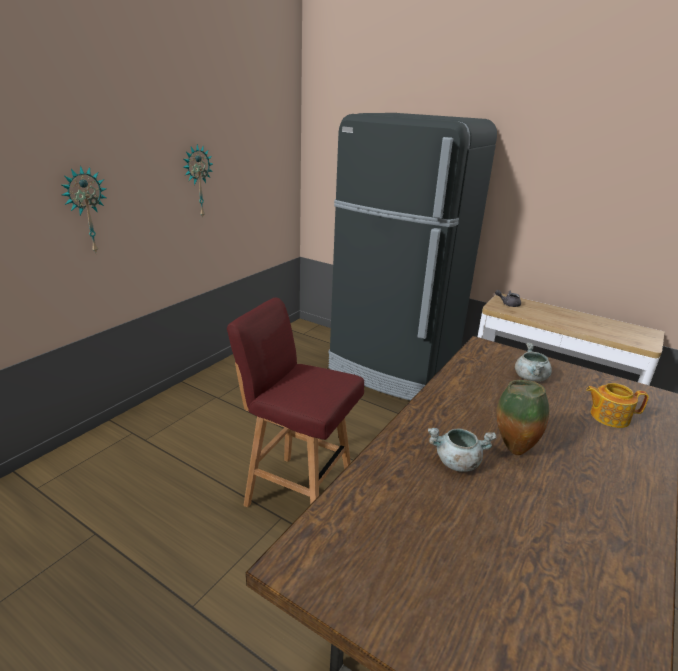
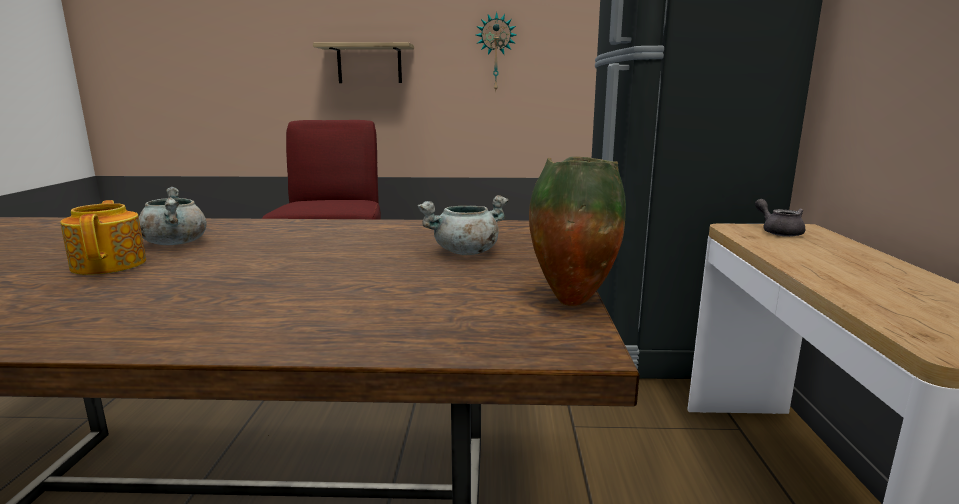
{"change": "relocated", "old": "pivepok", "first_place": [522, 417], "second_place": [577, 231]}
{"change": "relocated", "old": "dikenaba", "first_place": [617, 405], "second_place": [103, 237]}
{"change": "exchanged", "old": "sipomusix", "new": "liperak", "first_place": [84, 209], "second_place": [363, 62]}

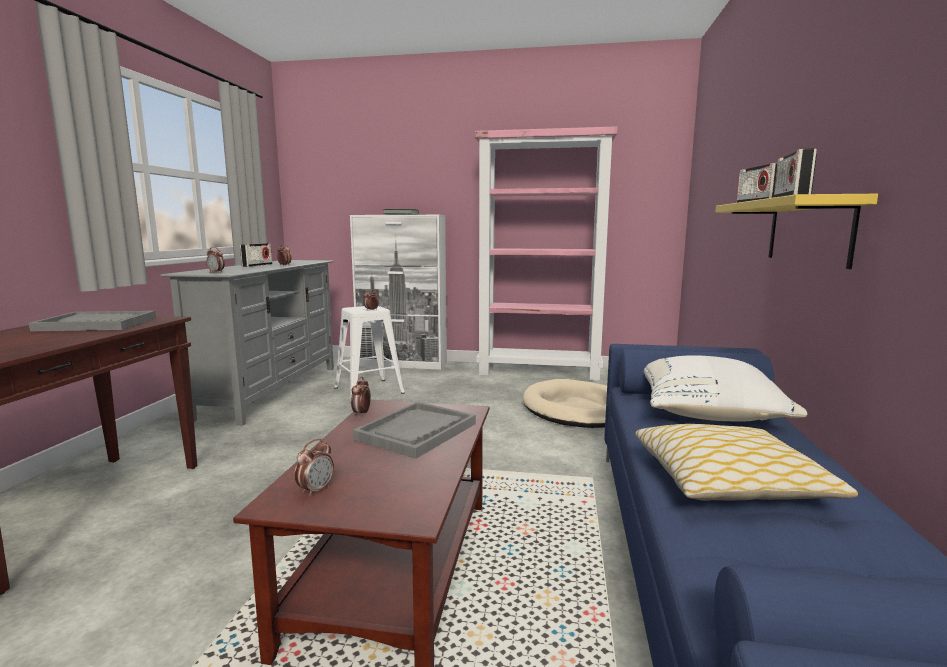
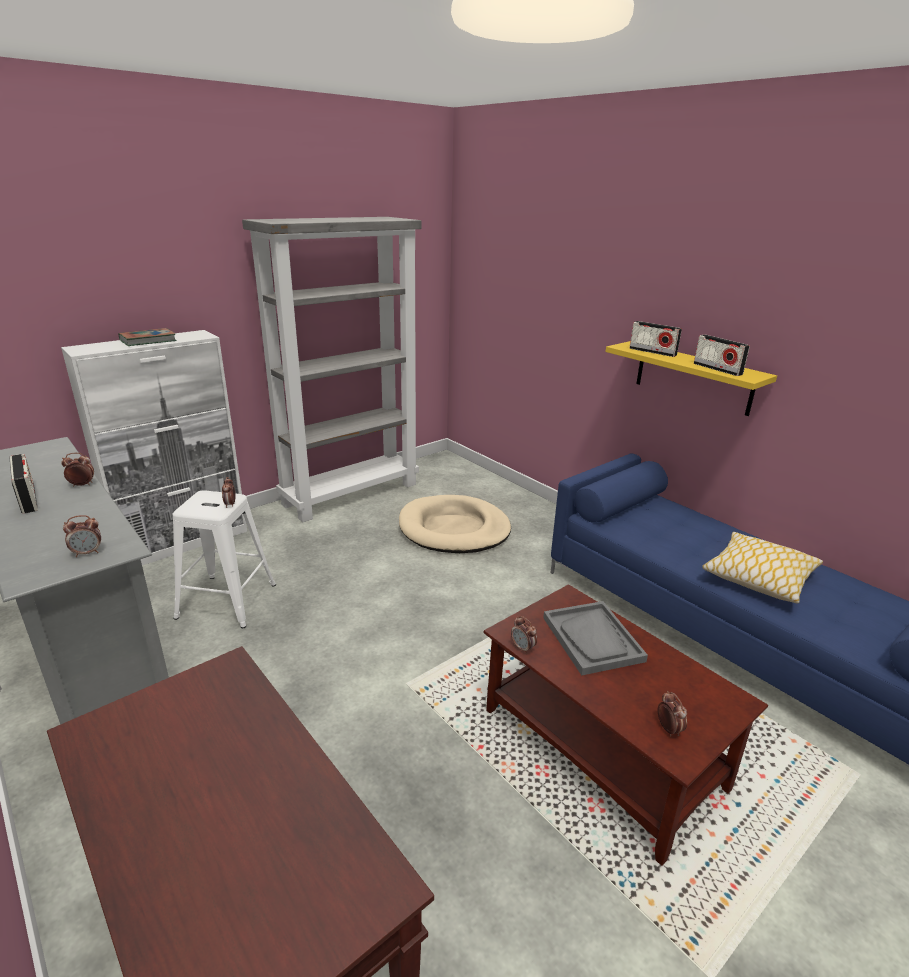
{"change": "missing", "old": "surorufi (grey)", "first_place": [92, 321]}
{"change": "missing", "old": "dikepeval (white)", "first_place": [725, 388]}
{"change": "colour", "old": "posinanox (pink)", "new": "posinanox (grey)", "first_place": [546, 253], "second_place": [332, 369]}

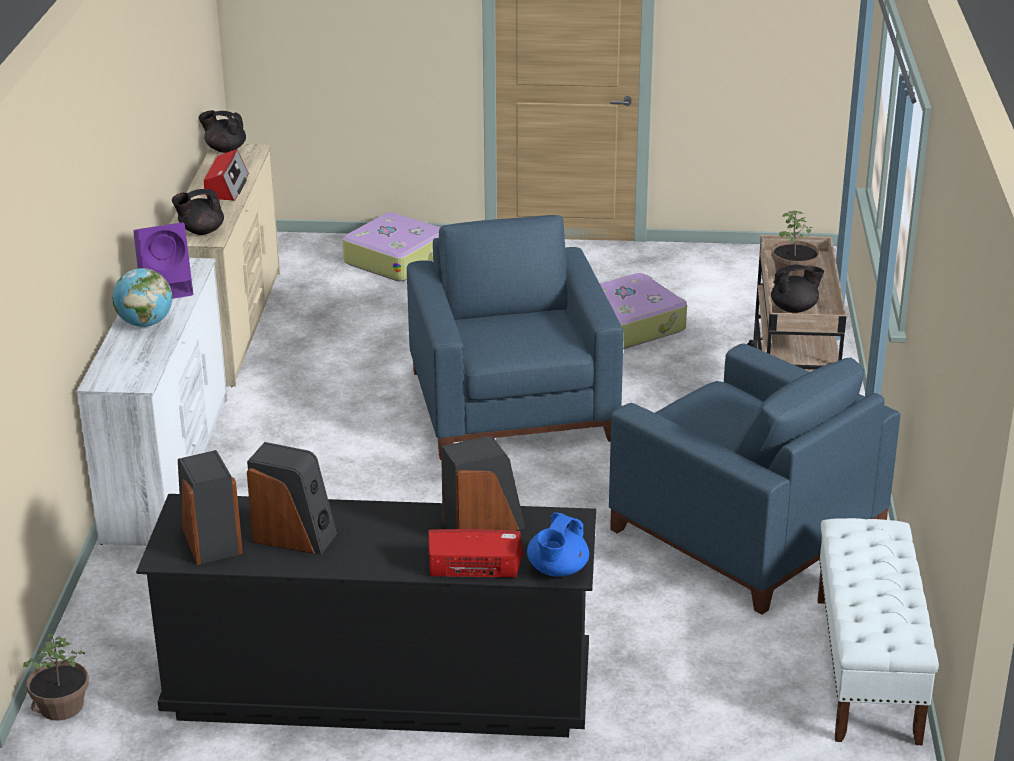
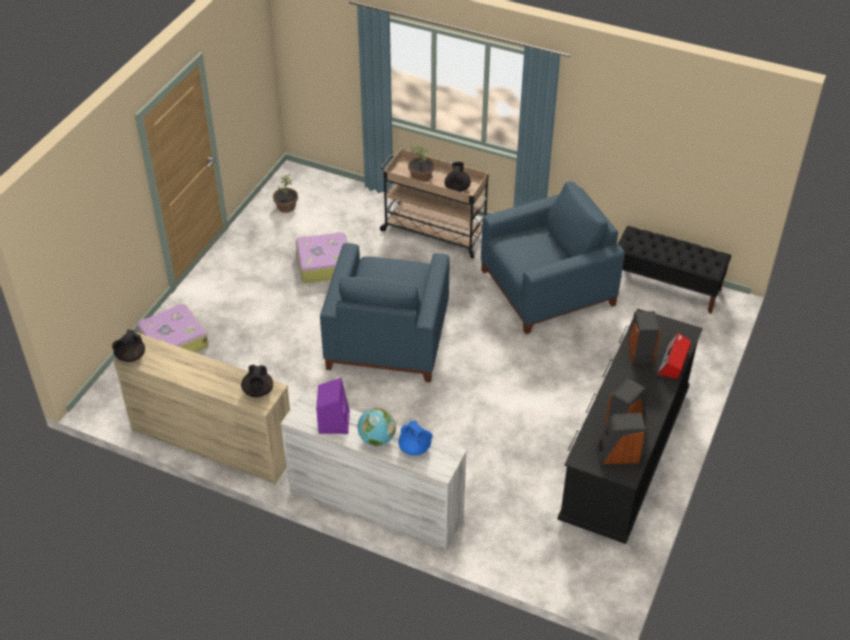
{"change": "missing", "old": "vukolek", "first_place": [226, 175]}
{"change": "relocated", "old": "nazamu", "first_place": [56, 677], "second_place": [285, 194]}
{"change": "relocated", "old": "dikenaba (blue)", "first_place": [558, 544], "second_place": [415, 438]}
{"change": "colour", "old": "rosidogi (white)", "new": "rosidogi (black)", "first_place": [878, 631], "second_place": [674, 270]}
{"change": "spun", "old": "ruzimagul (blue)", "first_place": [515, 337], "second_place": [385, 313], "degrees": -90}

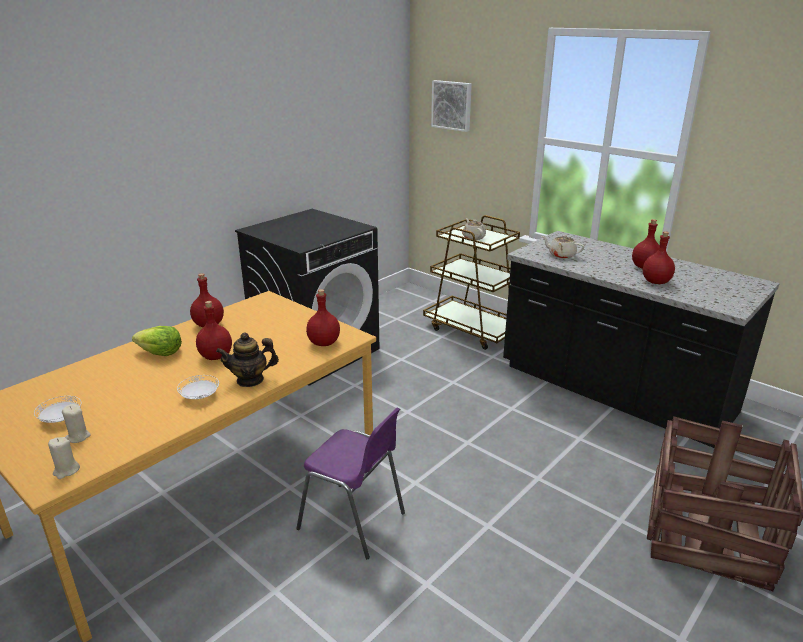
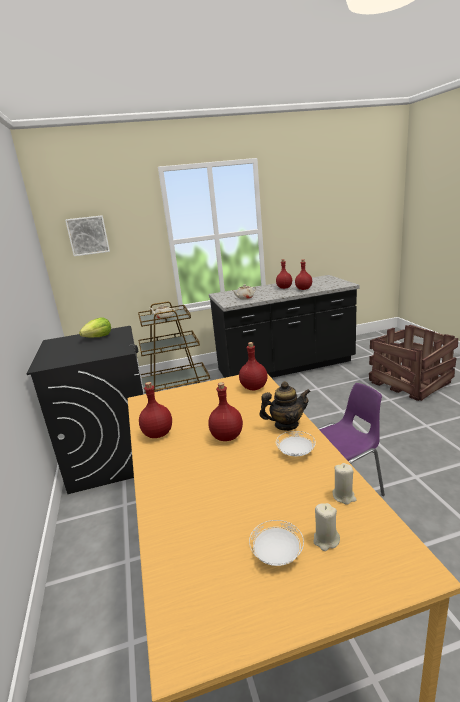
{"change": "relocated", "old": "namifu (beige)", "first_place": [64, 458], "second_place": [345, 484]}
{"change": "relocated", "old": "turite", "first_place": [157, 341], "second_place": [95, 327]}
{"change": "spun", "old": "dikenaba", "first_place": [247, 360], "second_place": [285, 406], "degrees": -120}

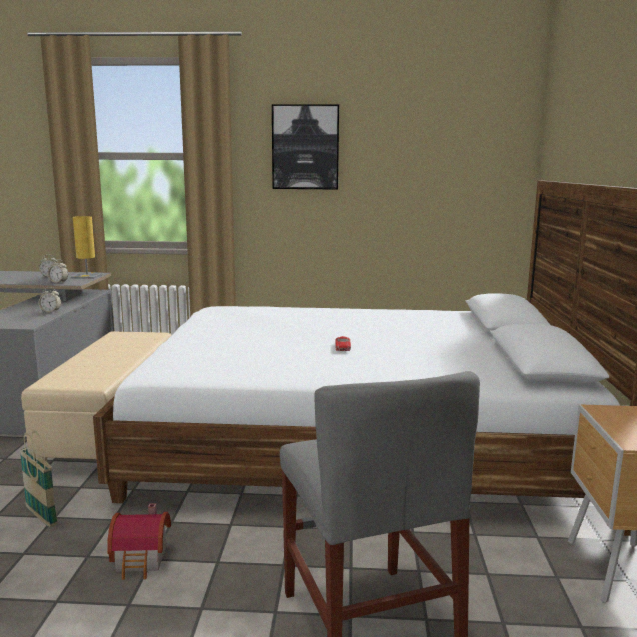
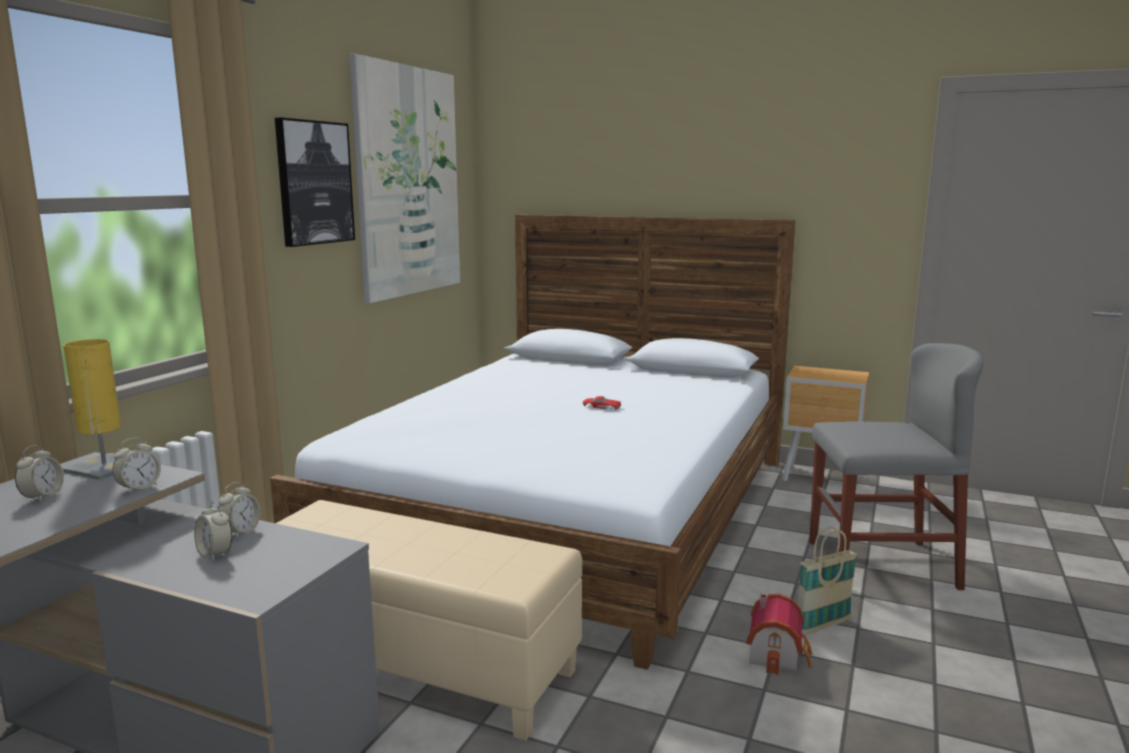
{"change": "appeared", "new": "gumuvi", "second_place": [213, 531]}
{"change": "appeared", "new": "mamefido", "second_place": [404, 178]}
{"change": "relocated", "old": "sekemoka", "first_place": [38, 478], "second_place": [827, 581]}

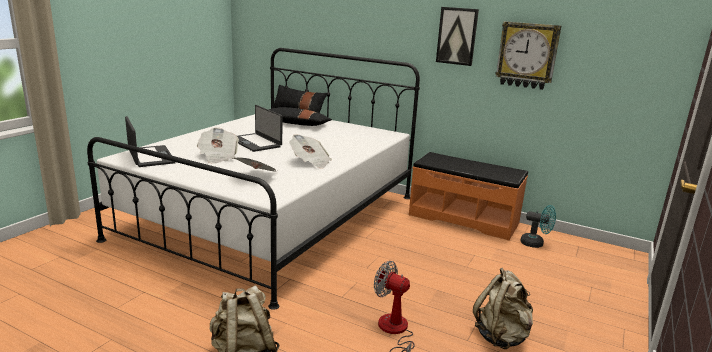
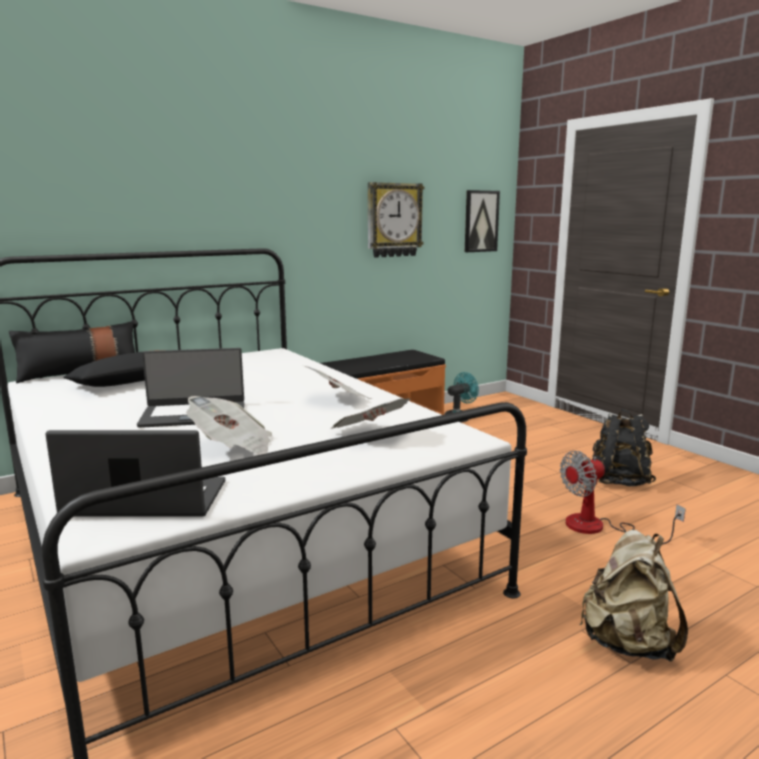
{"change": "relocated", "old": "mamefido", "first_place": [457, 36], "second_place": [482, 221]}
{"change": "colour", "old": "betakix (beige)", "new": "betakix (black)", "first_place": [503, 308], "second_place": [624, 447]}

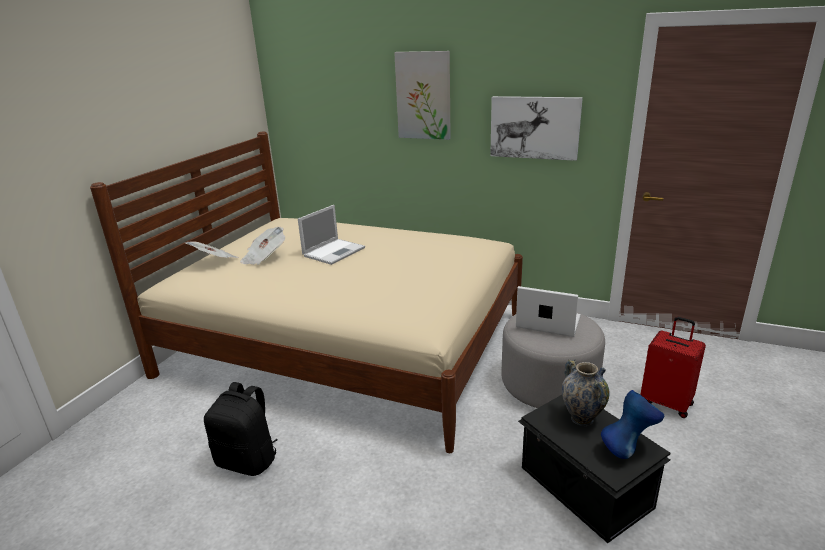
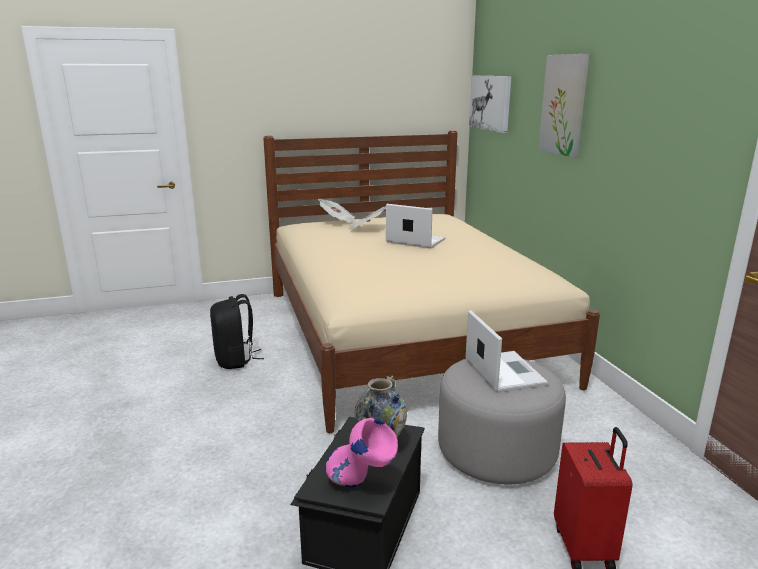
{"change": "relocated", "old": "mamefido", "first_place": [536, 128], "second_place": [490, 104]}
{"change": "colour", "old": "pivepok (blue)", "new": "pivepok (pink)", "first_place": [632, 424], "second_place": [362, 452]}
{"change": "spun", "old": "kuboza", "first_place": [331, 235], "second_place": [415, 226], "degrees": -150}

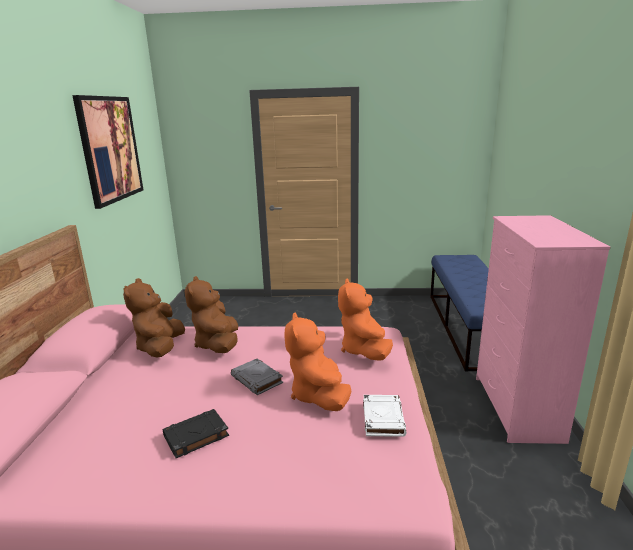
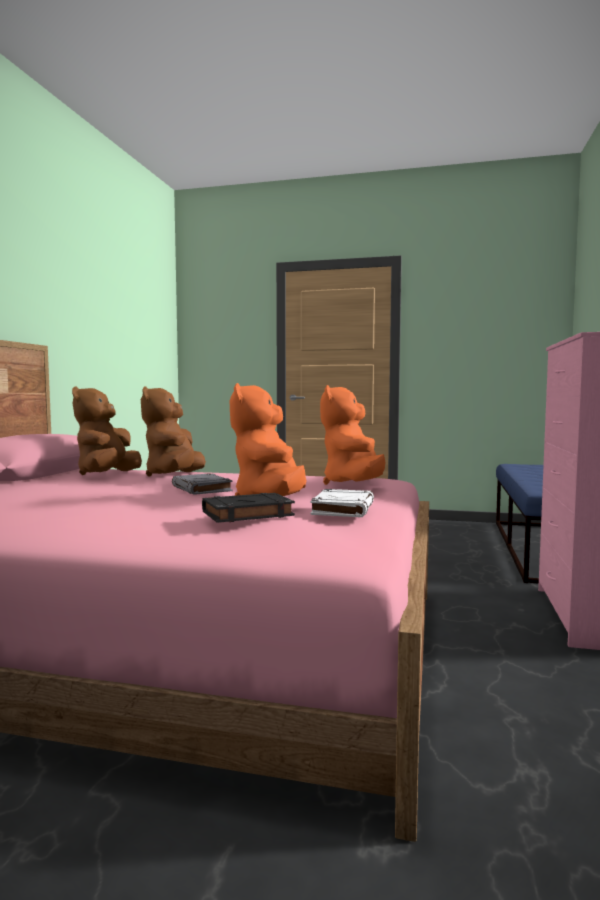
{"change": "missing", "old": "mamefido", "first_place": [107, 152]}
{"change": "relocated", "old": "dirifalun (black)", "first_place": [196, 433], "second_place": [248, 508]}

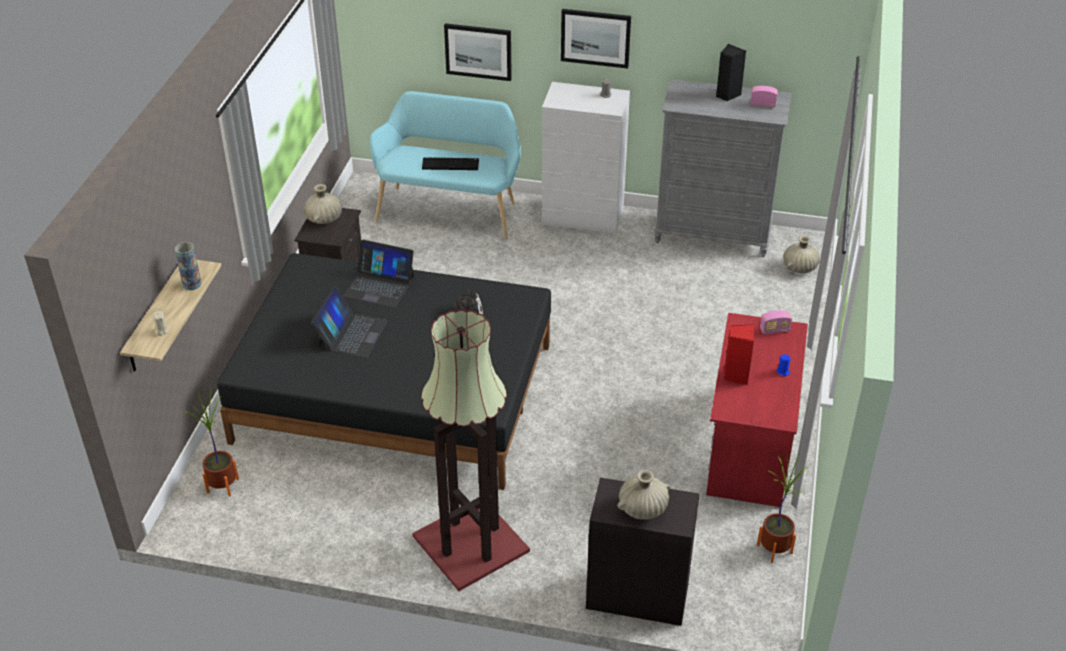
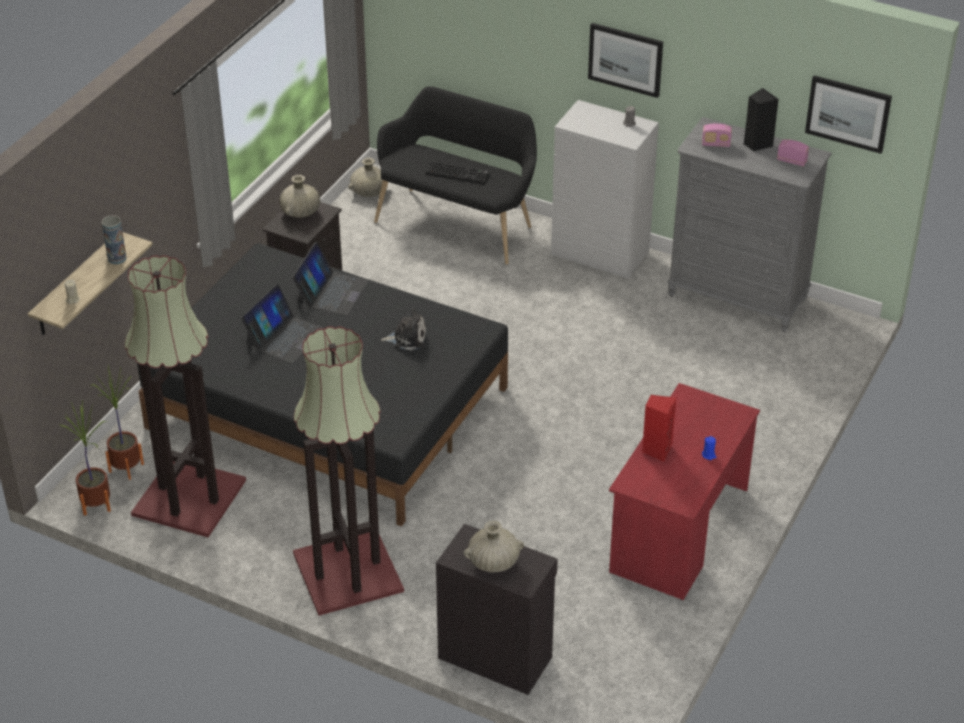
{"change": "appeared", "new": "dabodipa", "second_place": [185, 396]}
{"change": "relocated", "old": "mamefido", "first_place": [478, 52], "second_place": [848, 114]}
{"change": "relocated", "old": "nazamu", "first_place": [782, 507], "second_place": [85, 458]}
{"change": "relocated", "old": "vukolek", "first_place": [776, 322], "second_place": [717, 135]}
{"change": "relocated", "old": "pivepok (beige)", "first_place": [801, 254], "second_place": [365, 177]}
{"change": "colour", "old": "rosidogi (turquoise)", "new": "rosidogi (black)", "first_place": [445, 165], "second_place": [455, 175]}
{"change": "spun", "old": "kuboza", "first_place": [378, 274], "second_place": [330, 279], "degrees": -105}

